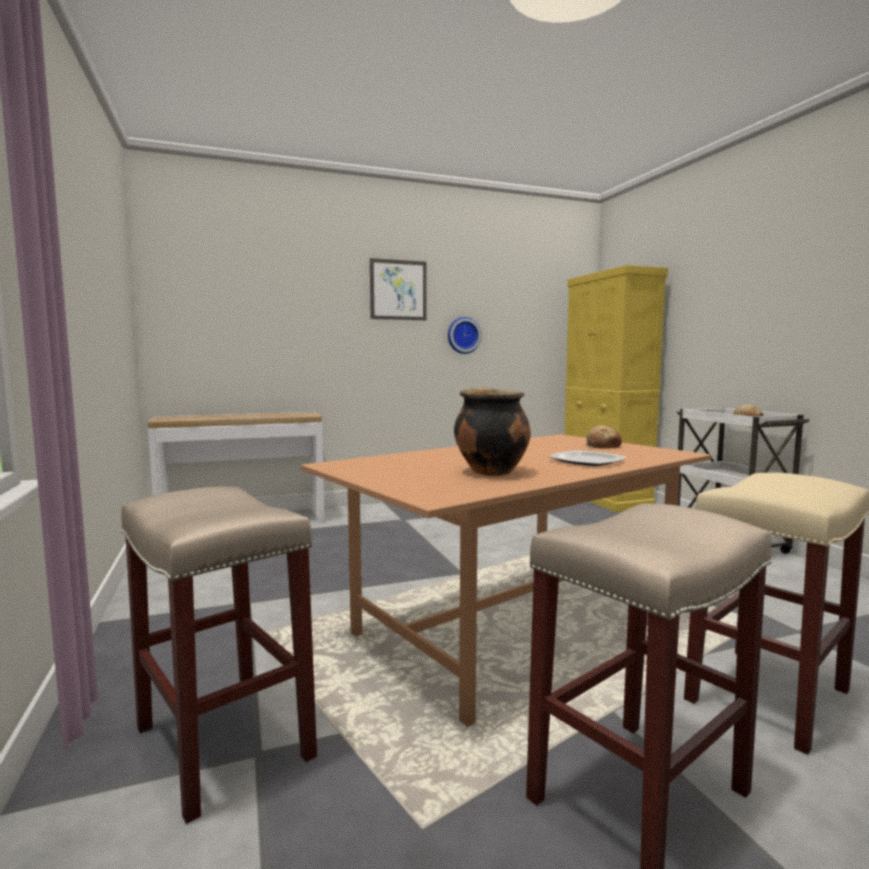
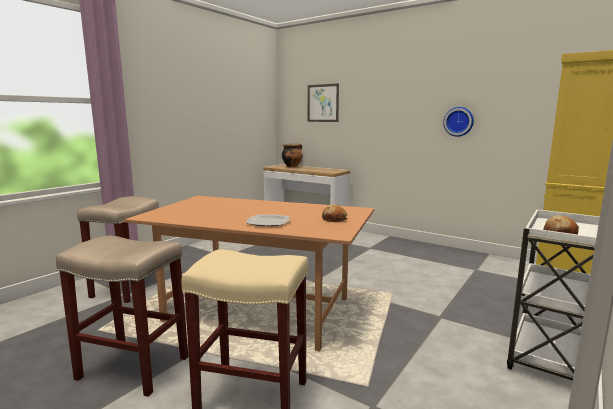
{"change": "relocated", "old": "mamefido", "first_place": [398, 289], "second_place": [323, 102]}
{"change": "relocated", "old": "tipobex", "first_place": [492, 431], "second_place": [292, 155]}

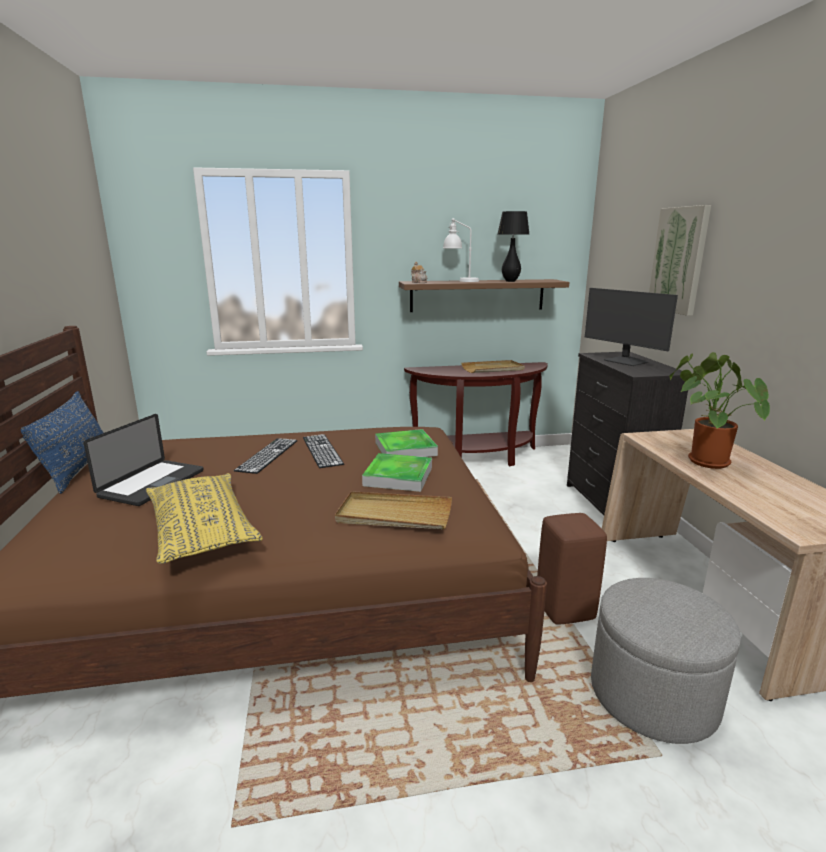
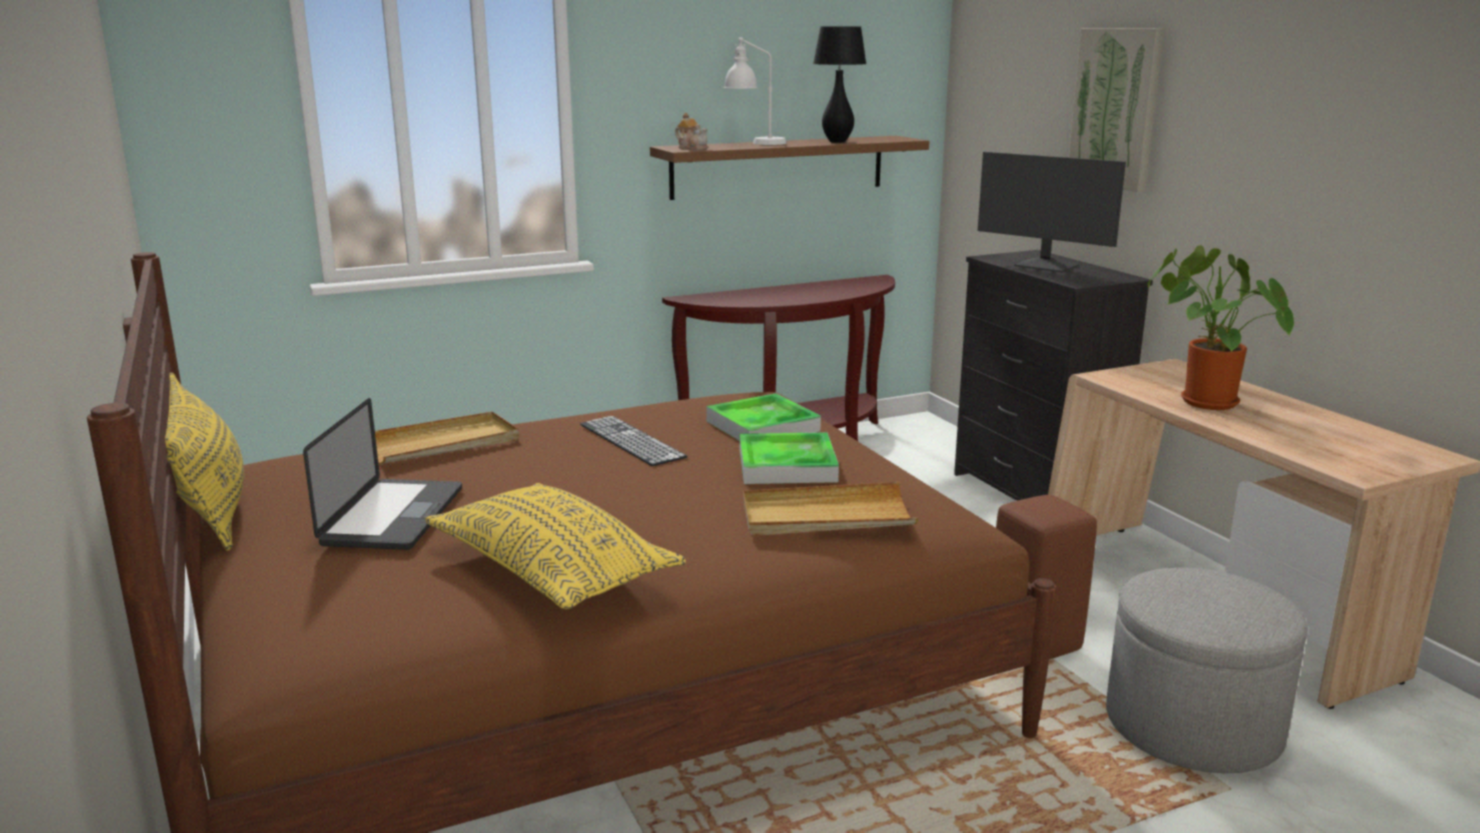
{"change": "missing", "old": "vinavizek", "first_place": [266, 456]}
{"change": "relocated", "old": "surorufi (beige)", "first_place": [493, 366], "second_place": [447, 438]}
{"change": "colour", "old": "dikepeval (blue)", "new": "dikepeval (yellow)", "first_place": [62, 442], "second_place": [204, 462]}

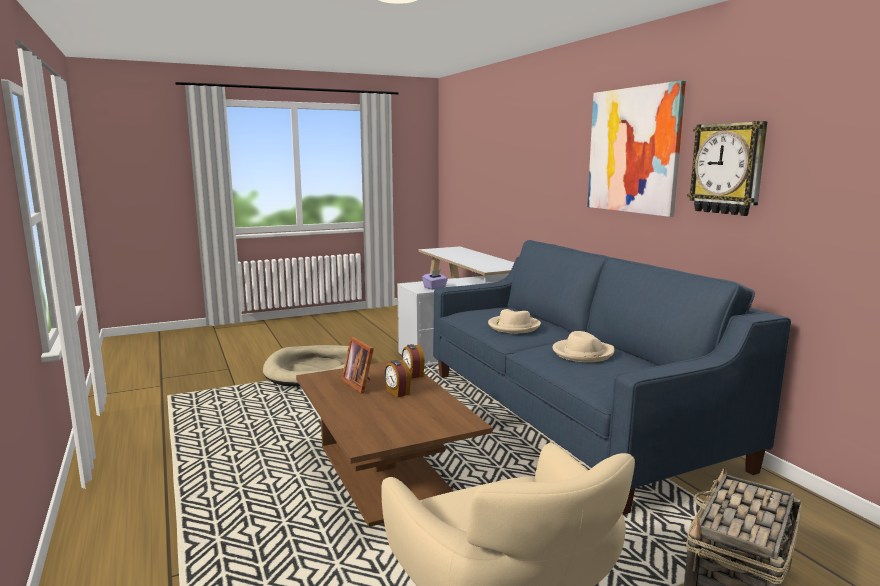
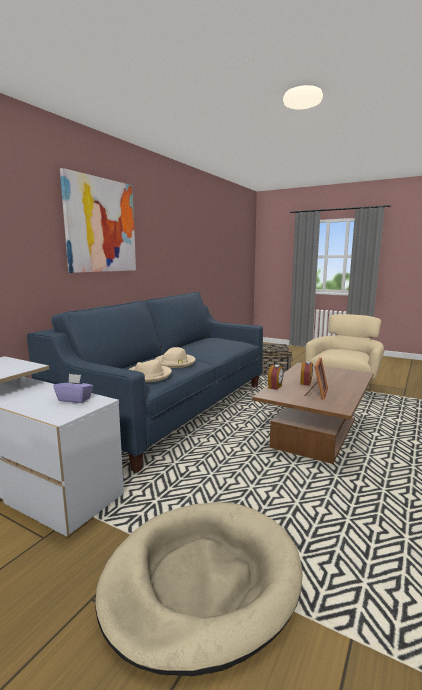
{"change": "missing", "old": "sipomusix", "first_place": [727, 168]}
{"change": "relocated", "old": "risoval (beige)", "first_place": [584, 346], "second_place": [150, 370]}

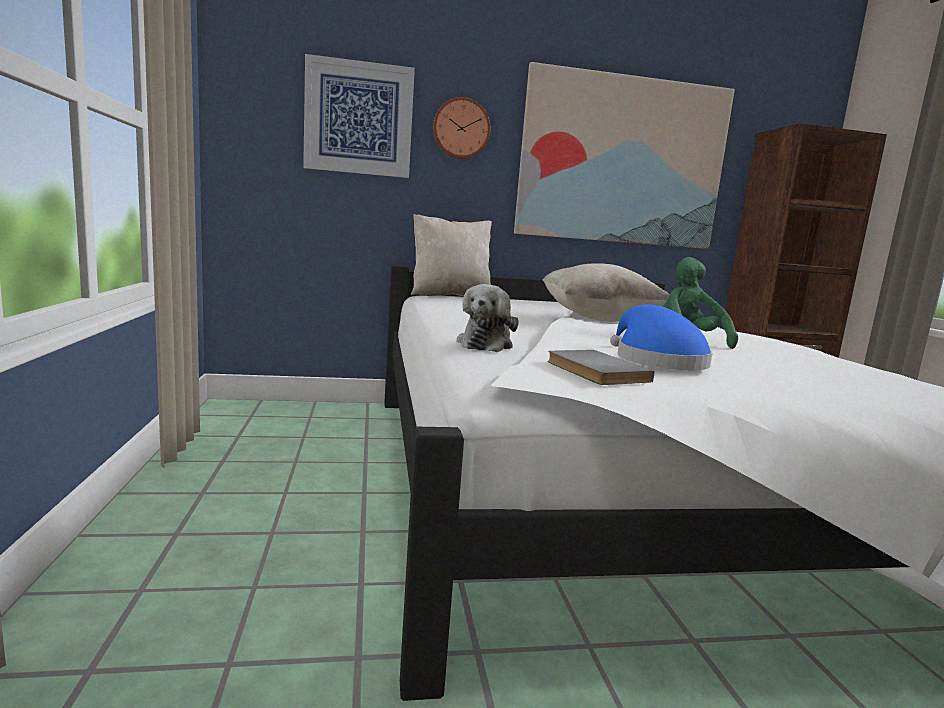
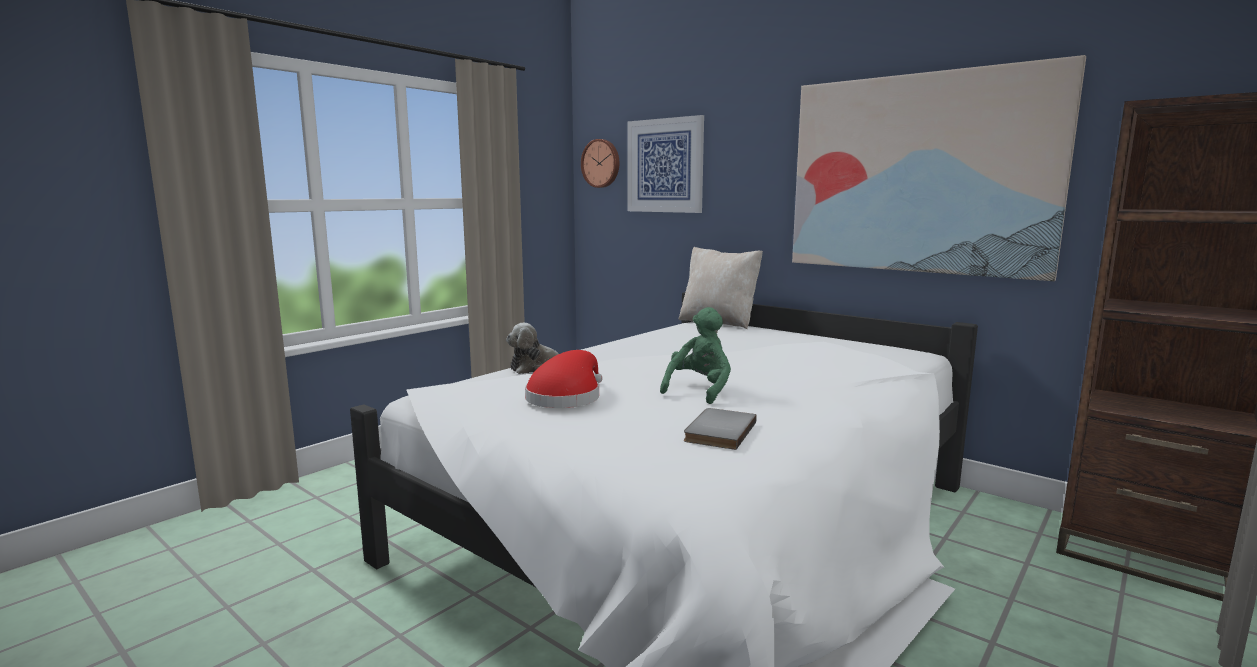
{"change": "missing", "old": "dikepeval (beige)", "first_place": [606, 292]}
{"change": "relocated", "old": "sipomusix", "first_place": [461, 128], "second_place": [600, 163]}
{"change": "relocated", "old": "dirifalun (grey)", "first_place": [600, 367], "second_place": [720, 429]}
{"change": "colour", "old": "risoval (blue)", "new": "risoval (red)", "first_place": [661, 337], "second_place": [564, 379]}

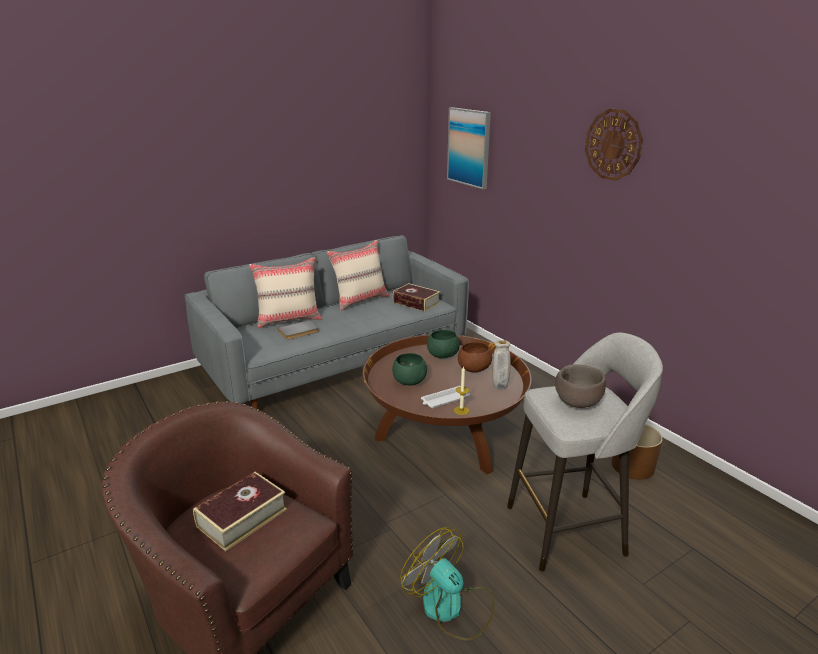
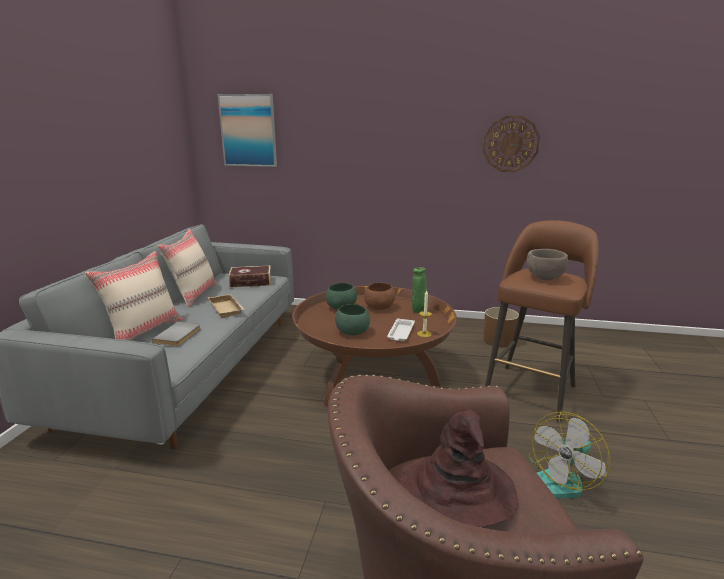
{"change": "appeared", "new": "surorufi (beige)", "second_place": [226, 306]}
{"change": "relocated", "old": "sipomusix", "first_place": [614, 144], "second_place": [511, 144]}
{"change": "exchanged", "old": "dirifalun", "new": "risoval (brown)", "first_place": [240, 511], "second_place": [458, 468]}
{"change": "colour", "old": "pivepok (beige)", "new": "pivepok (green)", "first_place": [501, 365], "second_place": [419, 290]}
{"change": "colour", "old": "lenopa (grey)", "new": "lenopa (brown)", "first_place": [585, 452], "second_place": [542, 321]}
{"change": "spun", "old": "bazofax", "first_place": [447, 584], "second_place": [569, 455], "degrees": -45}

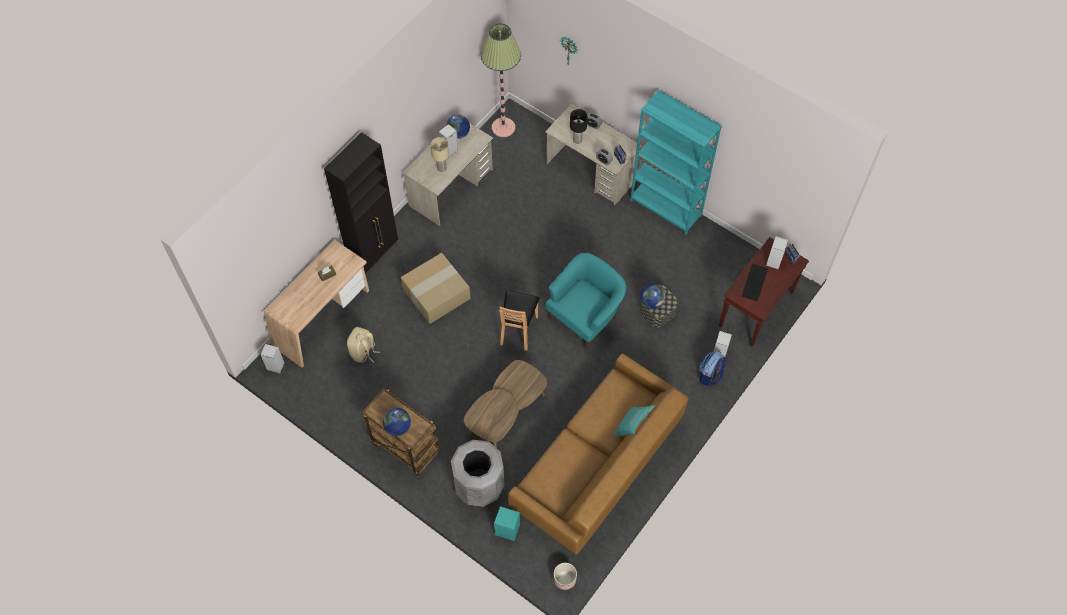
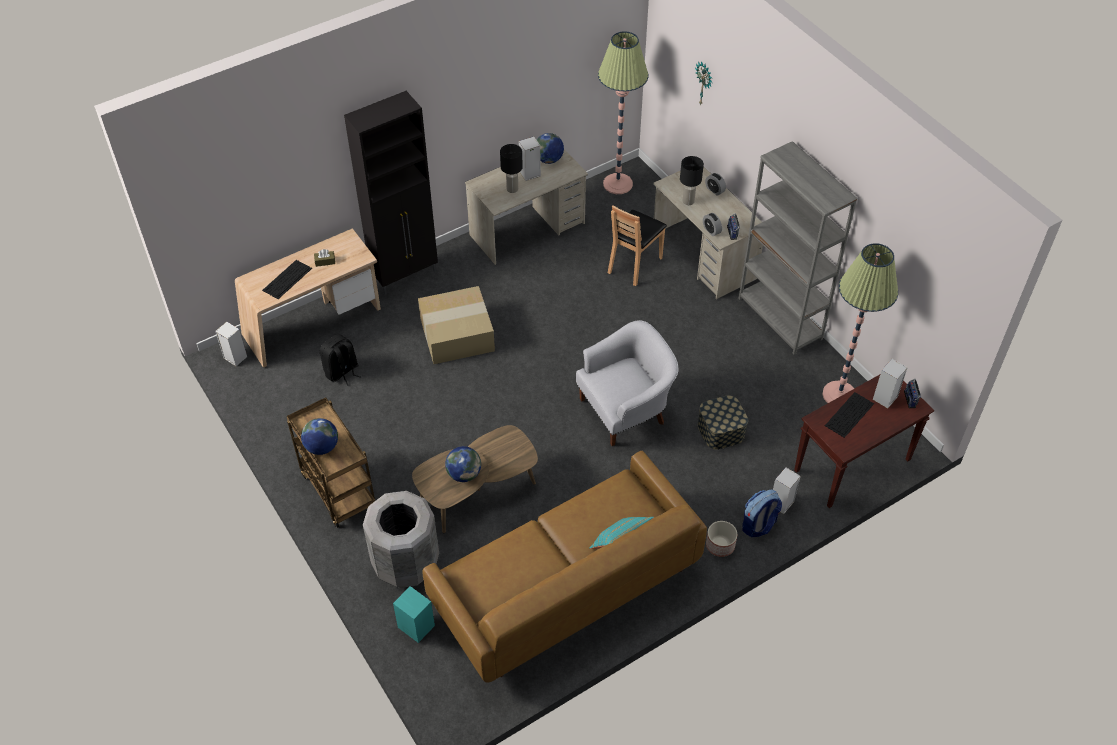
{"change": "appeared", "new": "vinavizek", "second_place": [287, 279]}
{"change": "appeared", "new": "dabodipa", "second_place": [860, 323]}
{"change": "relocated", "old": "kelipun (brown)", "first_place": [519, 320], "second_place": [637, 245]}
{"change": "relocated", "old": "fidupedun", "first_place": [565, 576], "second_place": [721, 539]}
{"change": "relocated", "old": "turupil", "first_place": [652, 296], "second_place": [463, 464]}
{"change": "colour", "old": "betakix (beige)", "new": "betakix (black)", "first_place": [363, 345], "second_place": [340, 360]}
{"change": "colour", "old": "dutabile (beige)", "new": "dutabile (black)", "first_place": [439, 154], "second_place": [511, 168]}
{"change": "colour", "old": "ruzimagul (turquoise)", "new": "ruzimagul (white)", "first_place": [586, 300], "second_place": [627, 383]}
{"change": "colour", "old": "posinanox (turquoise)", "new": "posinanox (grey)", "first_place": [676, 162], "second_place": [798, 248]}

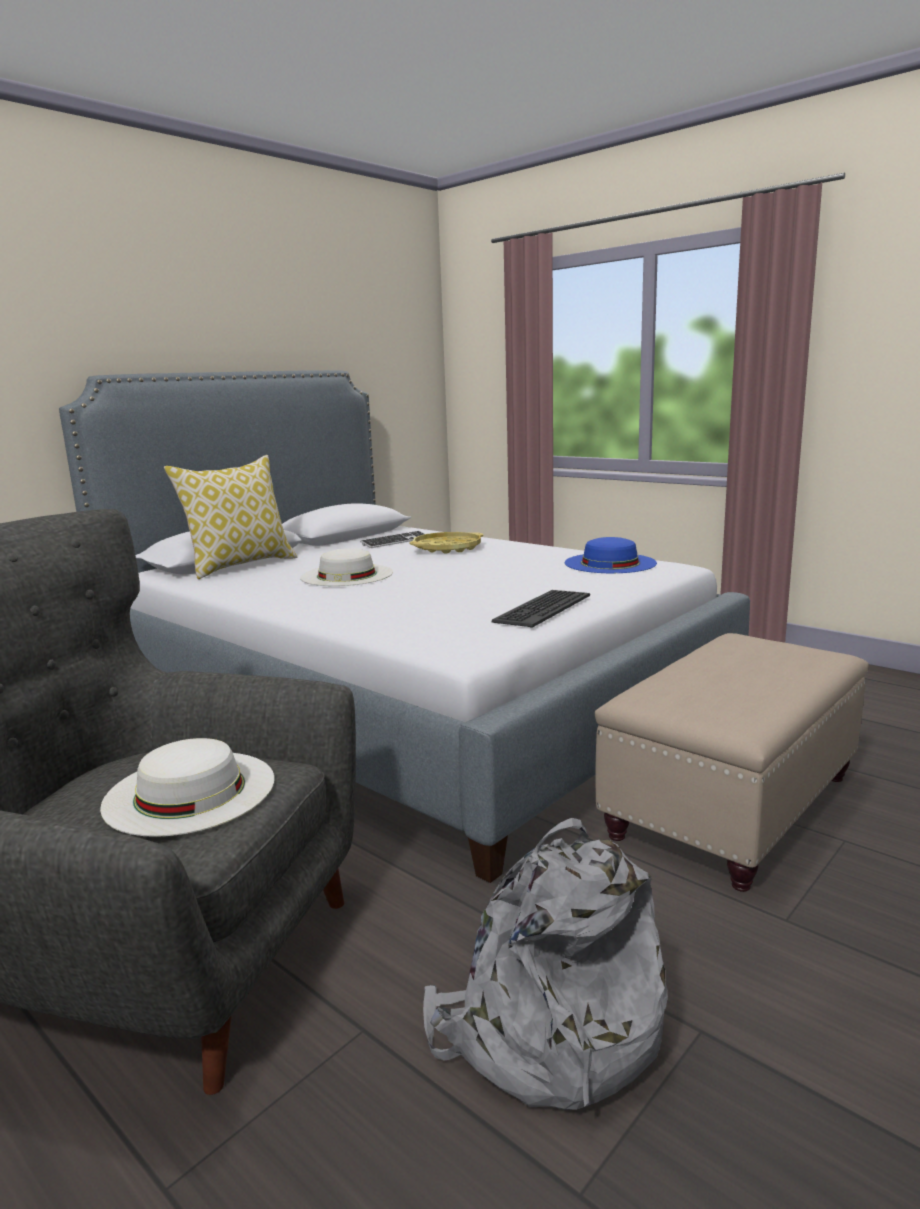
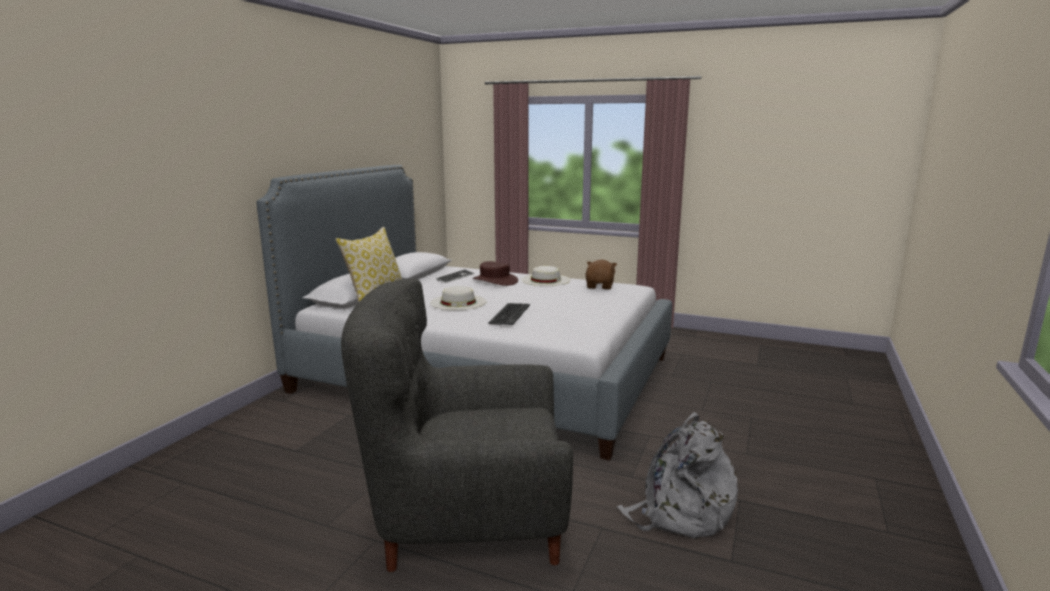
{"change": "missing", "old": "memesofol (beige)", "first_place": [732, 762]}
{"change": "relocated", "old": "risoval (white)", "first_place": [187, 787], "second_place": [545, 276]}
{"change": "relocated", "old": "vinavizek", "first_place": [541, 609], "second_place": [509, 314]}
{"change": "exchanged", "old": "surorufi (yellow)", "new": "risoval (brown)", "first_place": [446, 543], "second_place": [495, 273]}
{"change": "exchanged", "old": "risoval (blue)", "new": "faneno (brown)", "first_place": [611, 555], "second_place": [601, 275]}

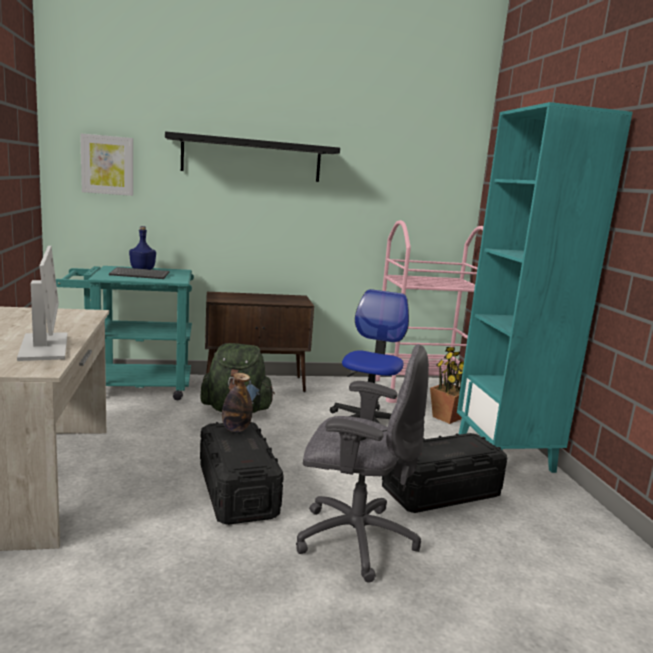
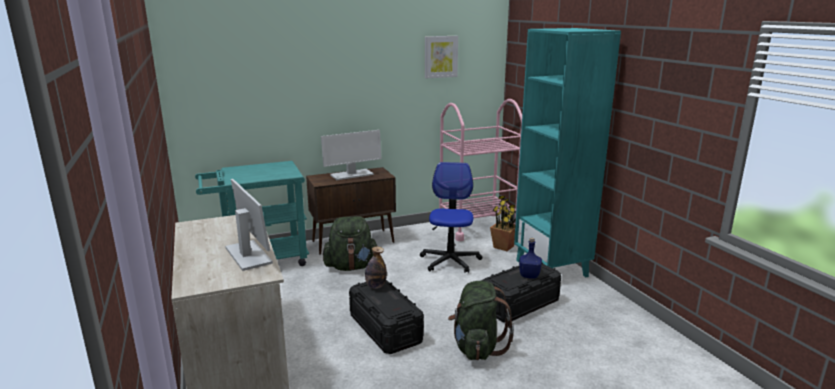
{"change": "missing", "old": "vinavizek", "first_place": [139, 273]}
{"change": "missing", "old": "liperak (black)", "first_place": [252, 156]}
{"change": "appeared", "new": "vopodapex", "second_place": [351, 155]}
{"change": "relocated", "old": "mamefido", "first_place": [106, 164], "second_place": [441, 57]}
{"change": "relocated", "old": "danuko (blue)", "first_place": [142, 248], "second_place": [530, 258]}
{"change": "exchanged", "old": "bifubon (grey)", "new": "betakix (green)", "first_place": [362, 463], "second_place": [481, 320]}

